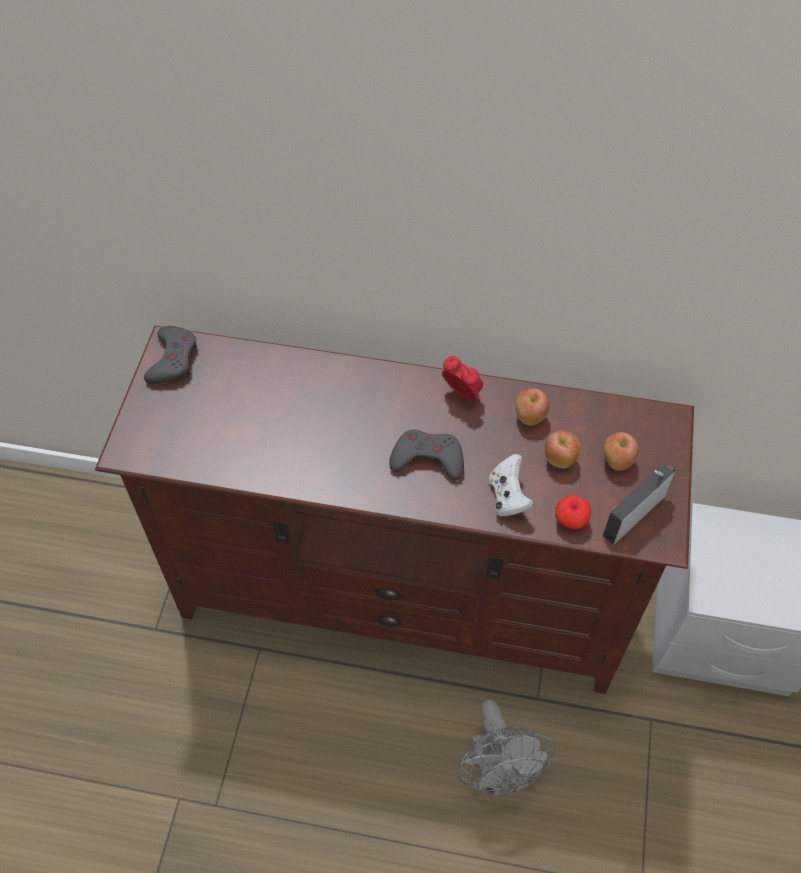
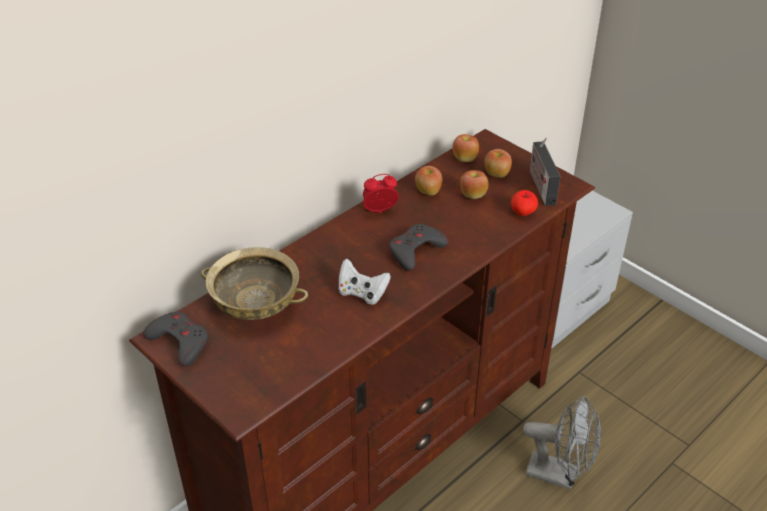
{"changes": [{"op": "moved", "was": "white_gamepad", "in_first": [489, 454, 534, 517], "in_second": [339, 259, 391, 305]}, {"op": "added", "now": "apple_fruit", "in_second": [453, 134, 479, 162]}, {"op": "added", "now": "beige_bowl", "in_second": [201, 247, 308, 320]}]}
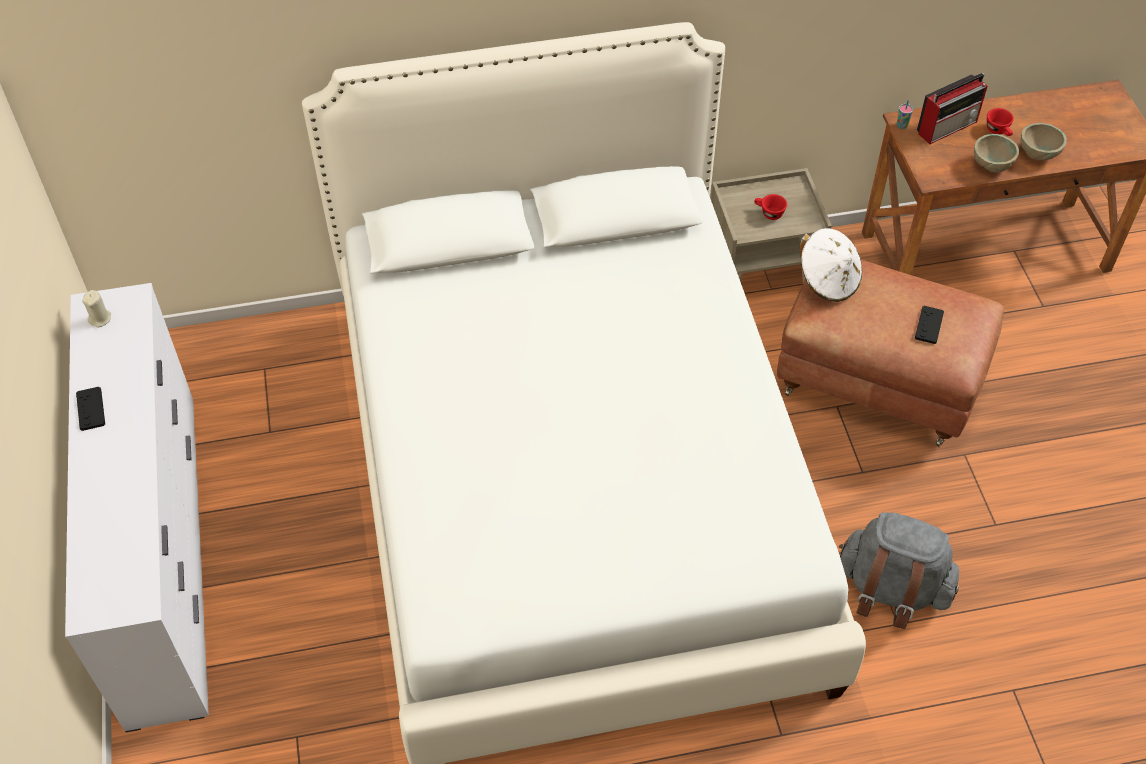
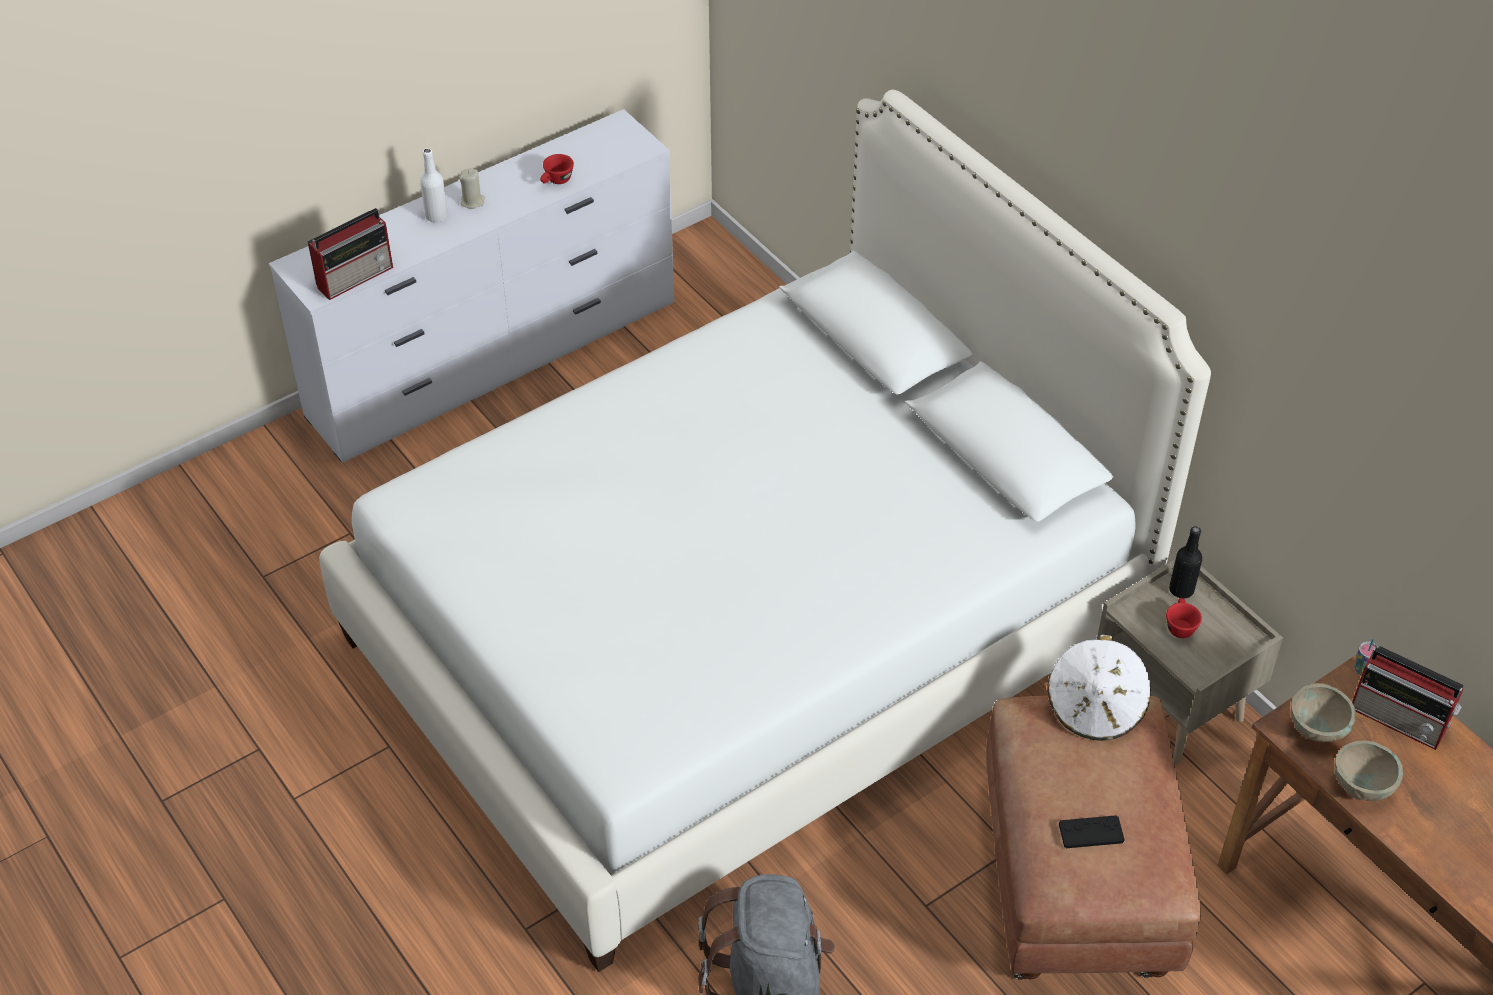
{"changes": [{"op": "moved", "was": "red-coloured_cup", "in_first": [987, 108, 1014, 136], "in_second": [540, 154, 574, 184]}, {"op": "moved", "was": "beige_bowl", "in_first": [1020, 123, 1067, 160], "in_second": [1291, 683, 1356, 742]}, {"op": "moved", "was": "beige_wax_candle", "in_first": [82, 290, 111, 327], "in_second": [459, 168, 485, 209]}, {"op": "removed", "was": "blackish_gamepad", "in_first": [76, 387, 105, 431]}, {"op": "added", "now": "white_beverage_bottle", "in_second": [420, 148, 448, 222]}, {"op": "added", "now": "radio", "in_second": [308, 208, 393, 300]}, {"op": "added", "now": "blackish_beverage_bottle", "in_second": [1169, 526, 1202, 598]}]}
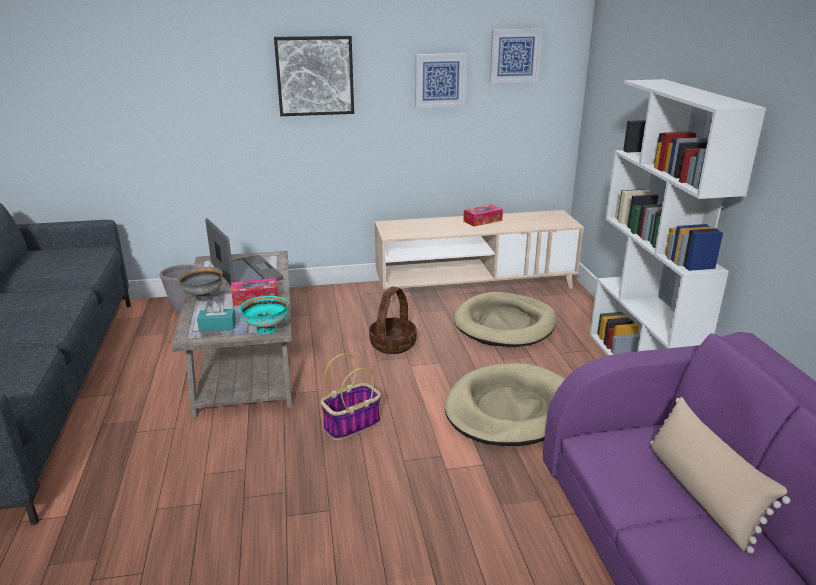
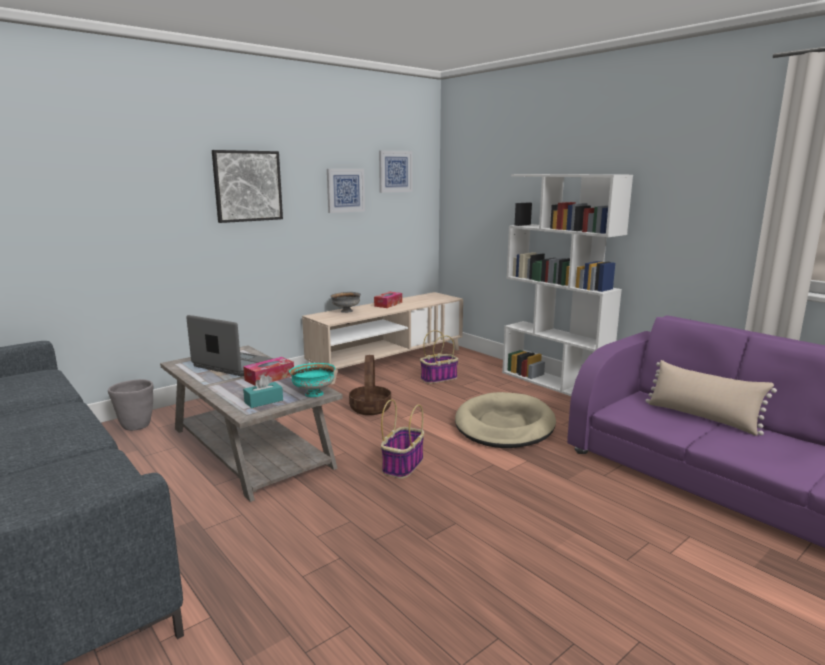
{"changes": [{"op": "moved", "was": "greyish_bowl", "in_first": [177, 267, 223, 301], "in_second": [330, 292, 361, 313]}, {"op": "replaced", "was": "beige_pet_bed", "now": "basket", "in_first": [453, 292, 557, 347], "in_second": [420, 330, 459, 384]}]}
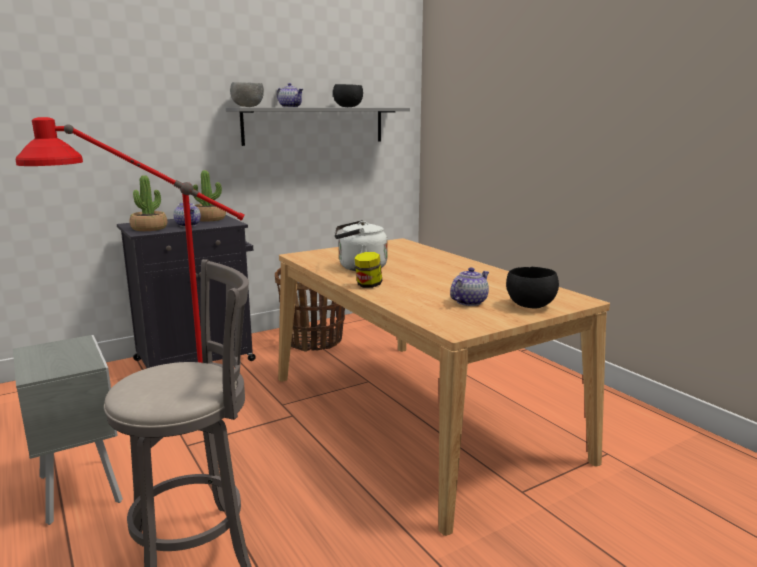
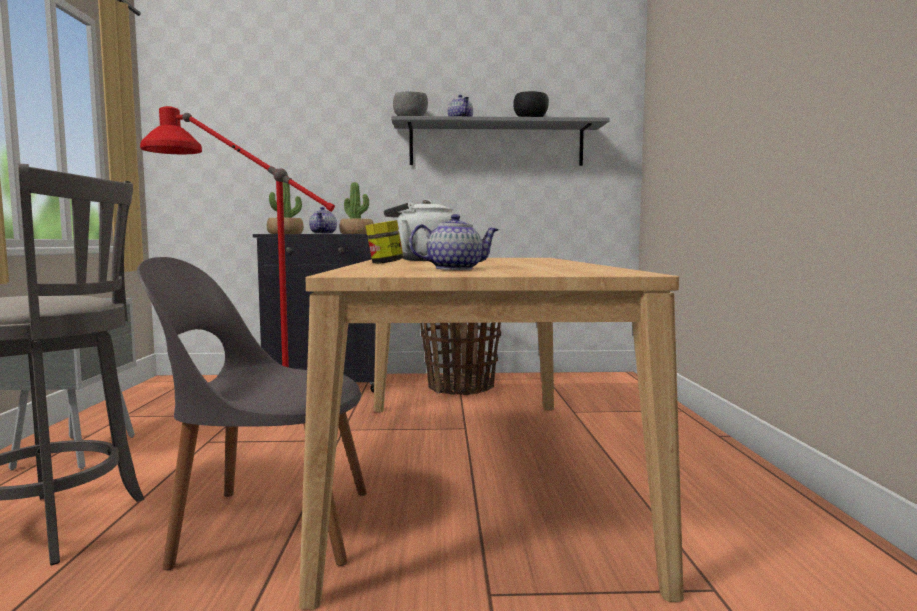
{"changes": [{"op": "removed", "was": "blackish_bowl", "in_first": [506, 267, 559, 309]}, {"op": "added", "now": "greyish_plain_chair", "in_second": [137, 257, 367, 570]}]}
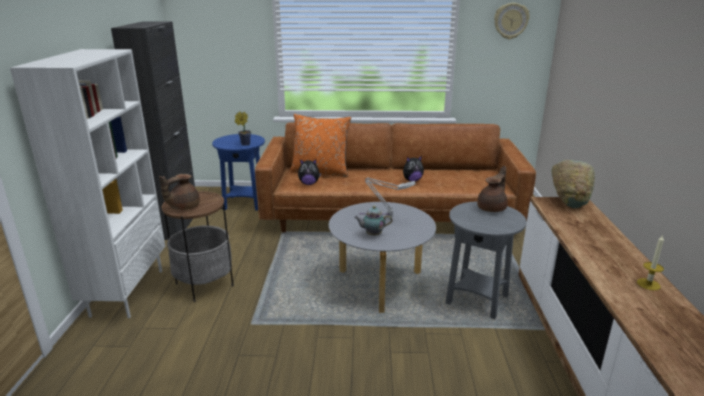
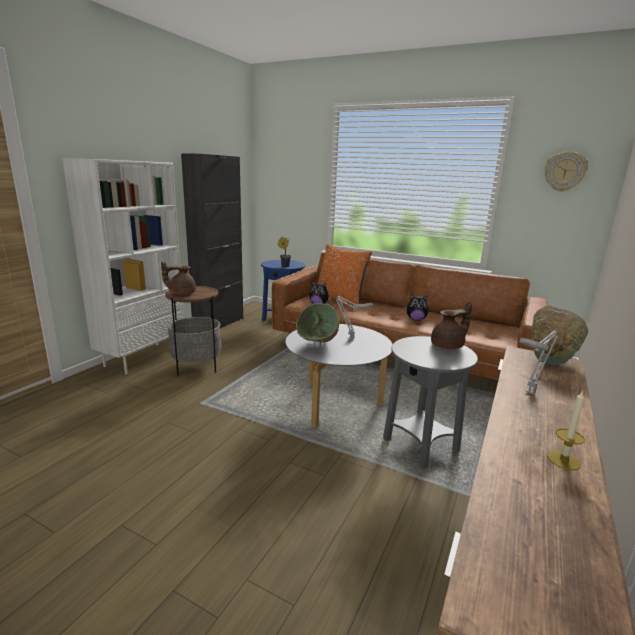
{"changes": [{"op": "replaced", "was": "teapot", "now": "green_bowl", "in_first": [354, 206, 392, 235], "in_second": [296, 303, 339, 343]}, {"op": "added", "now": "greyish_lamp_for_a_table", "in_second": [519, 331, 558, 394]}]}
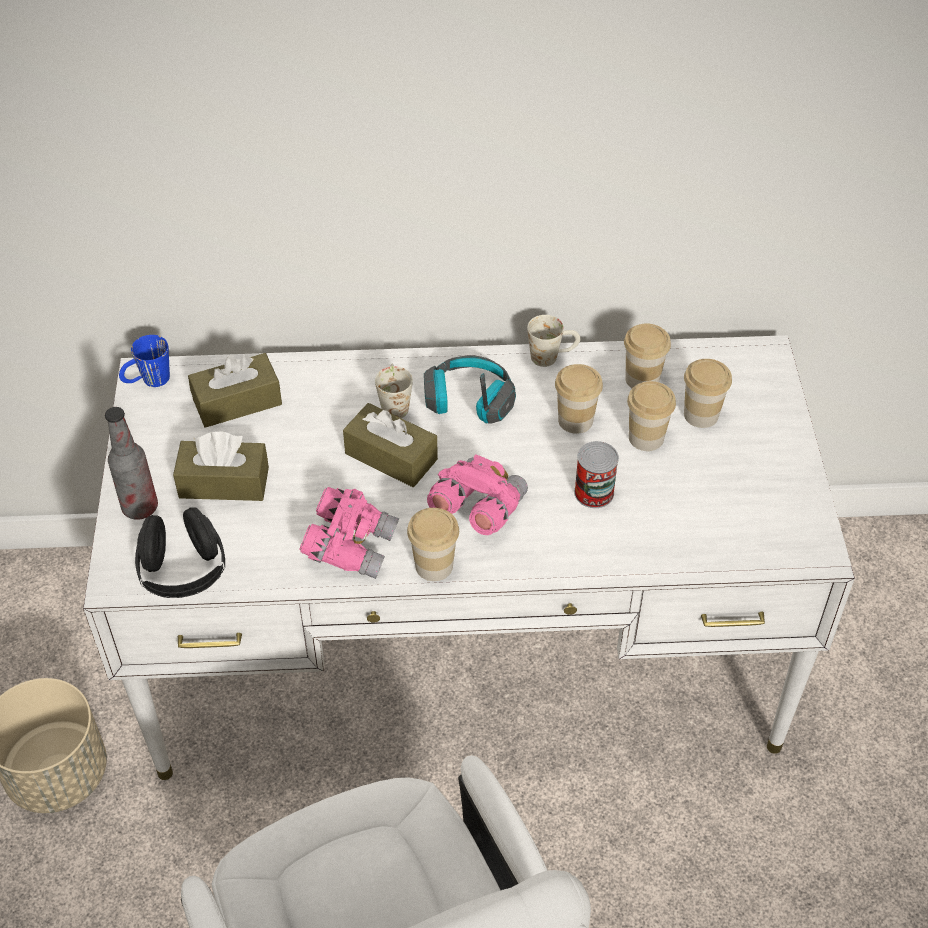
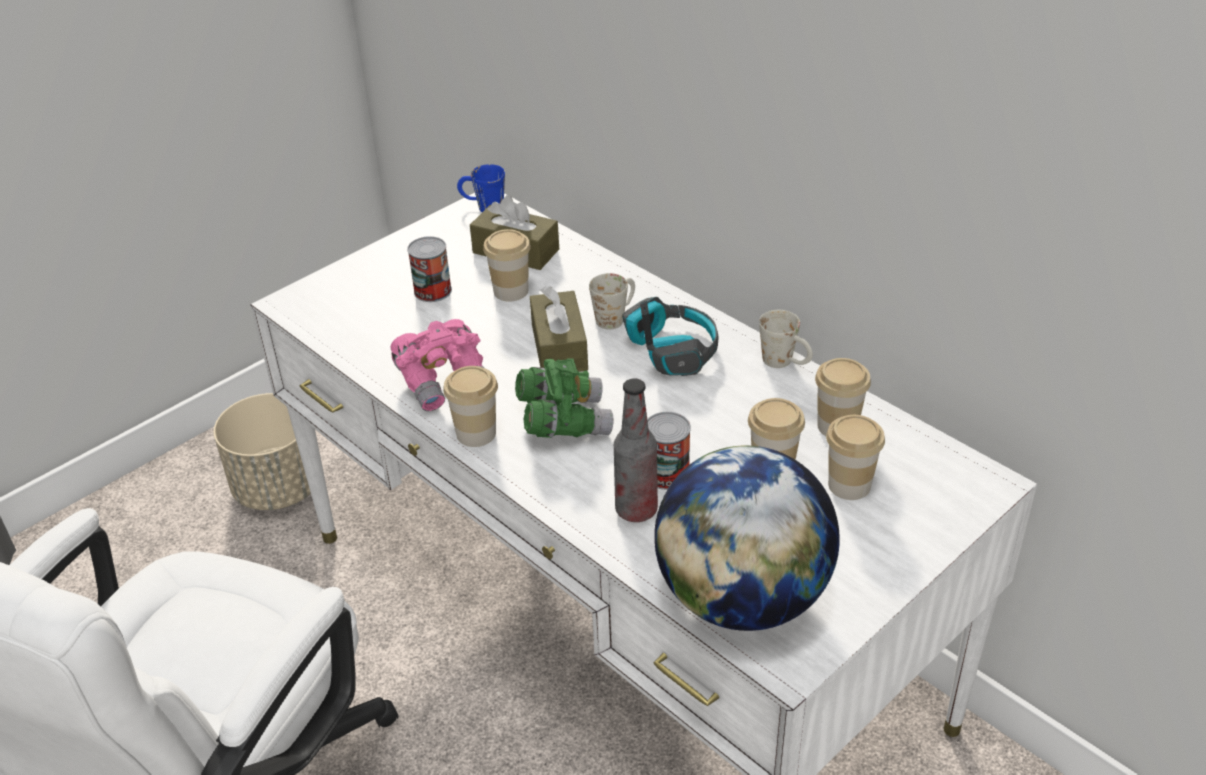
{"changes": [{"op": "moved", "was": "cup", "in_first": [555, 364, 603, 434], "in_second": [483, 229, 531, 302]}, {"op": "moved", "was": "beverage_bottle", "in_first": [105, 407, 158, 520], "in_second": [614, 378, 658, 522]}, {"op": "replaced", "was": "brownish_box_of_tissues", "now": "can", "in_first": [173, 432, 269, 501], "in_second": [407, 236, 452, 302]}, {"op": "recoloured", "was": "pink_binoculars", "now": "green_binoculars", "in_first": [427, 454, 528, 535], "in_second": [515, 358, 613, 438]}, {"op": "removed", "was": "blackish_headphones", "in_first": [135, 507, 225, 598]}, {"op": "added", "now": "desk_globe", "in_second": [654, 446, 840, 631]}]}
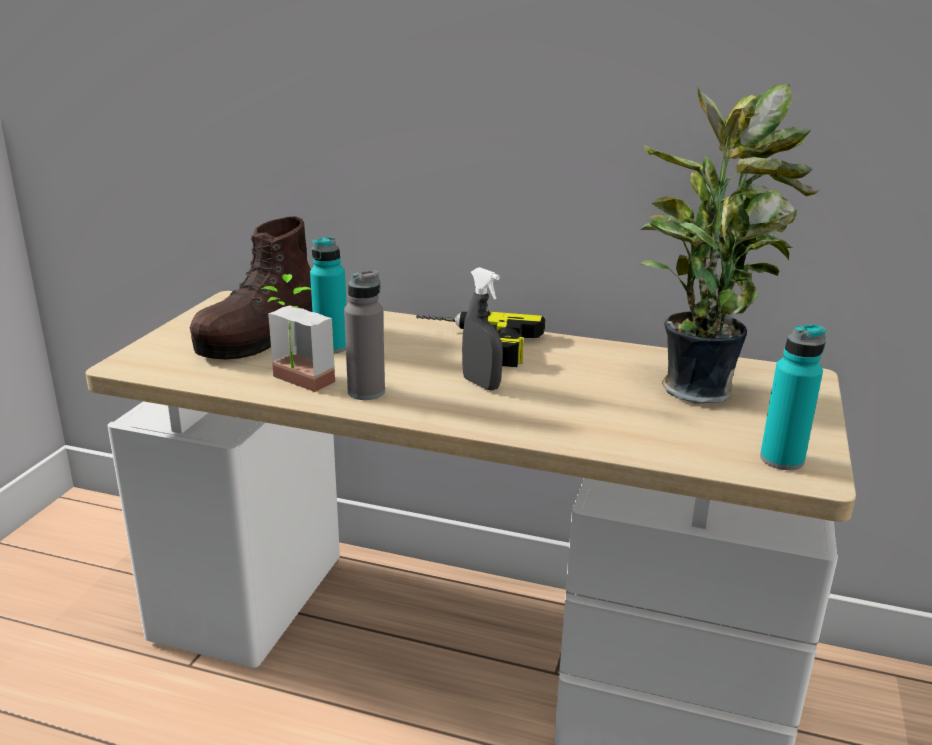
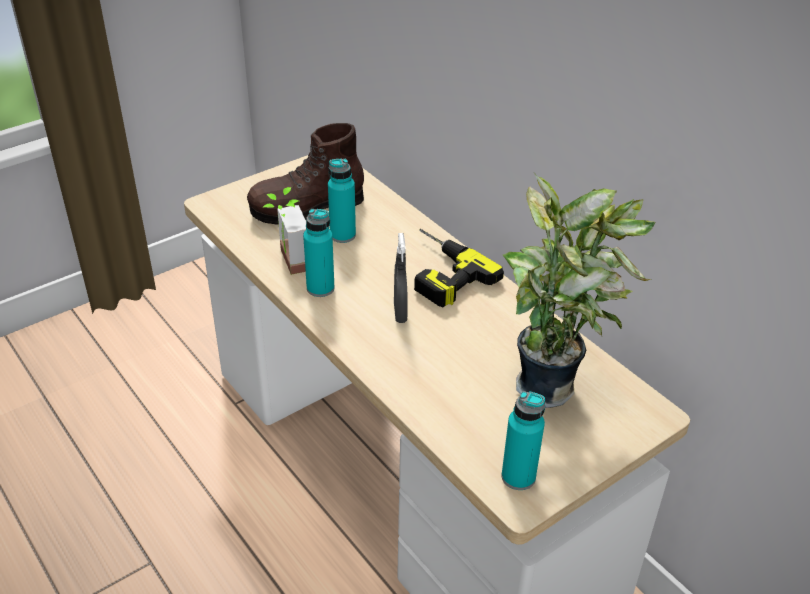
{"changes": [{"op": "recoloured", "was": "greyish_beverage_bottle", "now": "blue-green_beverage_bottle", "in_first": [344, 270, 385, 400], "in_second": [303, 209, 335, 297]}]}
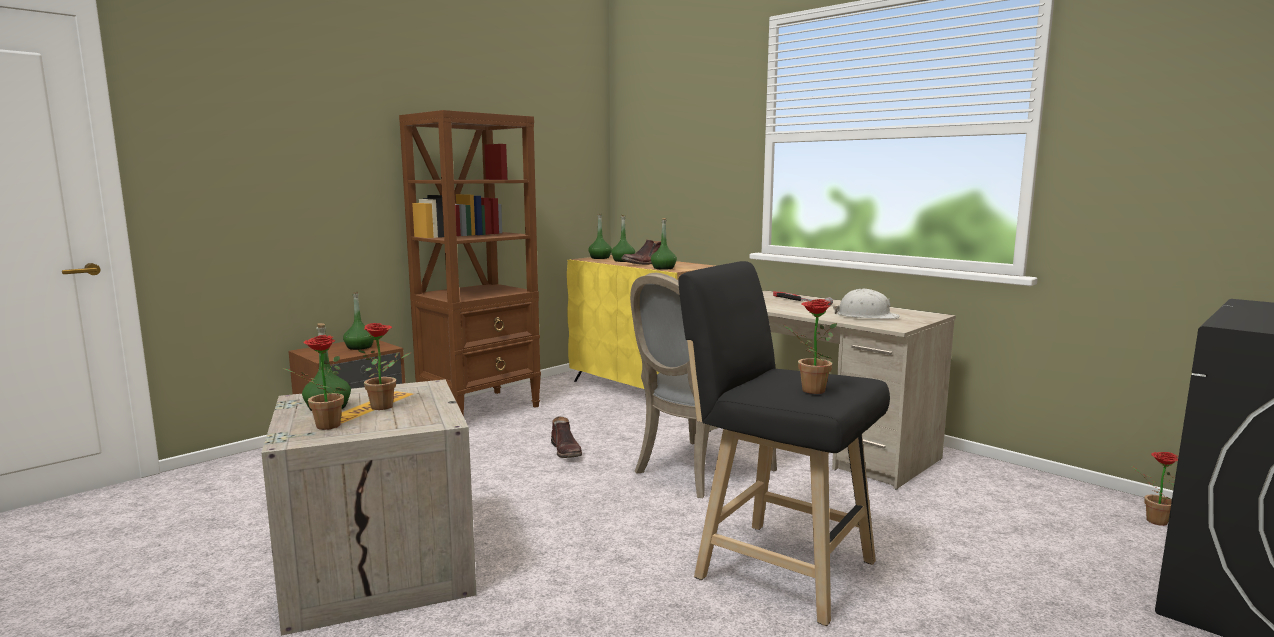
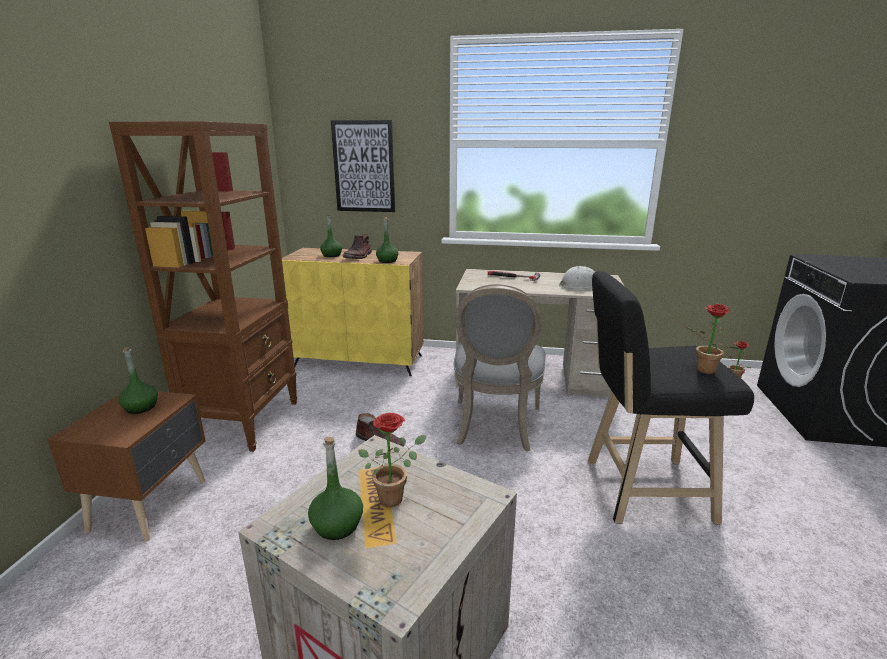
{"changes": [{"op": "removed", "was": "green_beverage_bottle", "in_first": [588, 213, 612, 259]}, {"op": "removed", "was": "plant_in_a_pot", "in_first": [282, 335, 345, 430]}, {"op": "added", "now": "wall_art", "in_second": [331, 120, 395, 212]}]}
